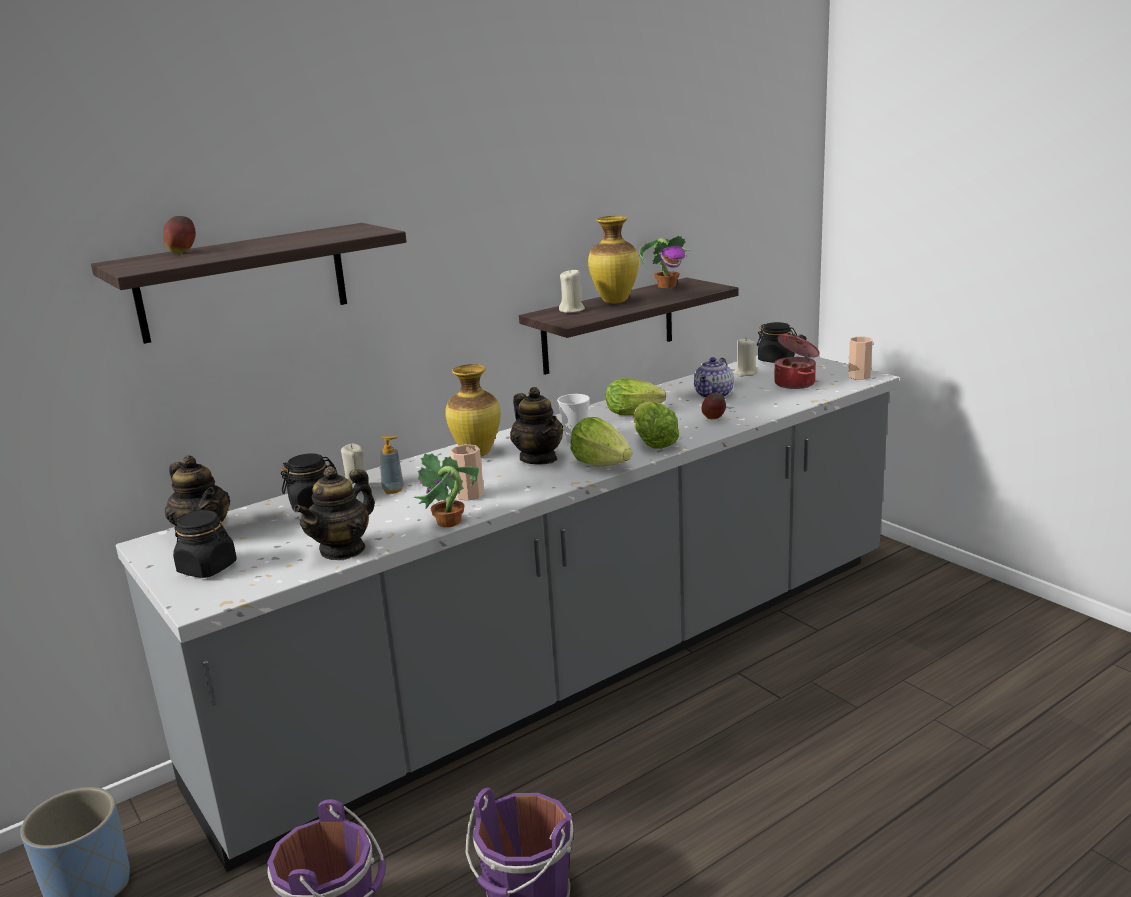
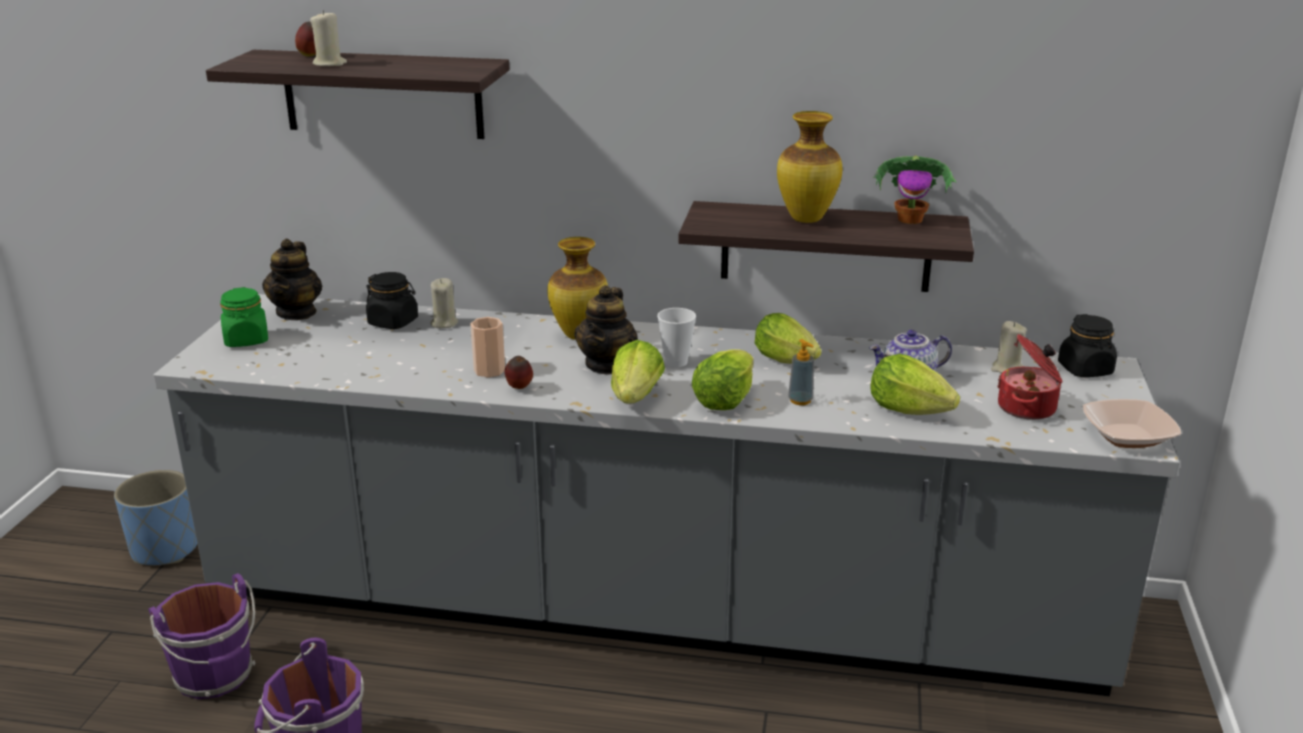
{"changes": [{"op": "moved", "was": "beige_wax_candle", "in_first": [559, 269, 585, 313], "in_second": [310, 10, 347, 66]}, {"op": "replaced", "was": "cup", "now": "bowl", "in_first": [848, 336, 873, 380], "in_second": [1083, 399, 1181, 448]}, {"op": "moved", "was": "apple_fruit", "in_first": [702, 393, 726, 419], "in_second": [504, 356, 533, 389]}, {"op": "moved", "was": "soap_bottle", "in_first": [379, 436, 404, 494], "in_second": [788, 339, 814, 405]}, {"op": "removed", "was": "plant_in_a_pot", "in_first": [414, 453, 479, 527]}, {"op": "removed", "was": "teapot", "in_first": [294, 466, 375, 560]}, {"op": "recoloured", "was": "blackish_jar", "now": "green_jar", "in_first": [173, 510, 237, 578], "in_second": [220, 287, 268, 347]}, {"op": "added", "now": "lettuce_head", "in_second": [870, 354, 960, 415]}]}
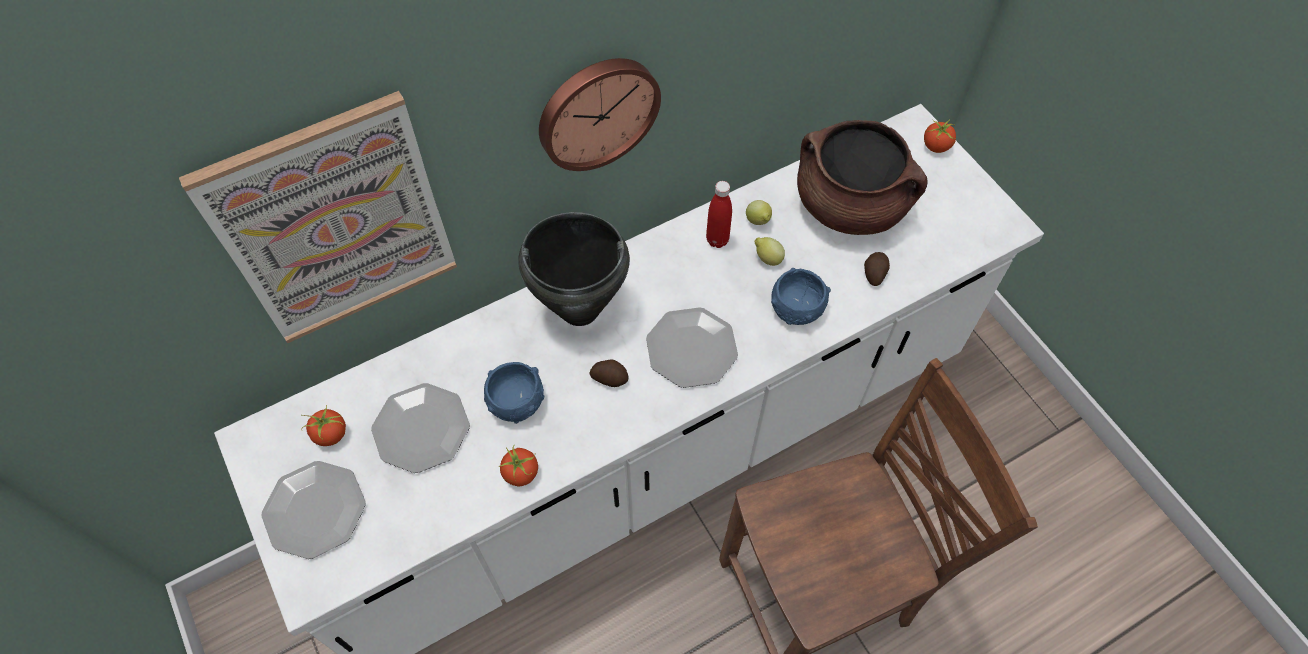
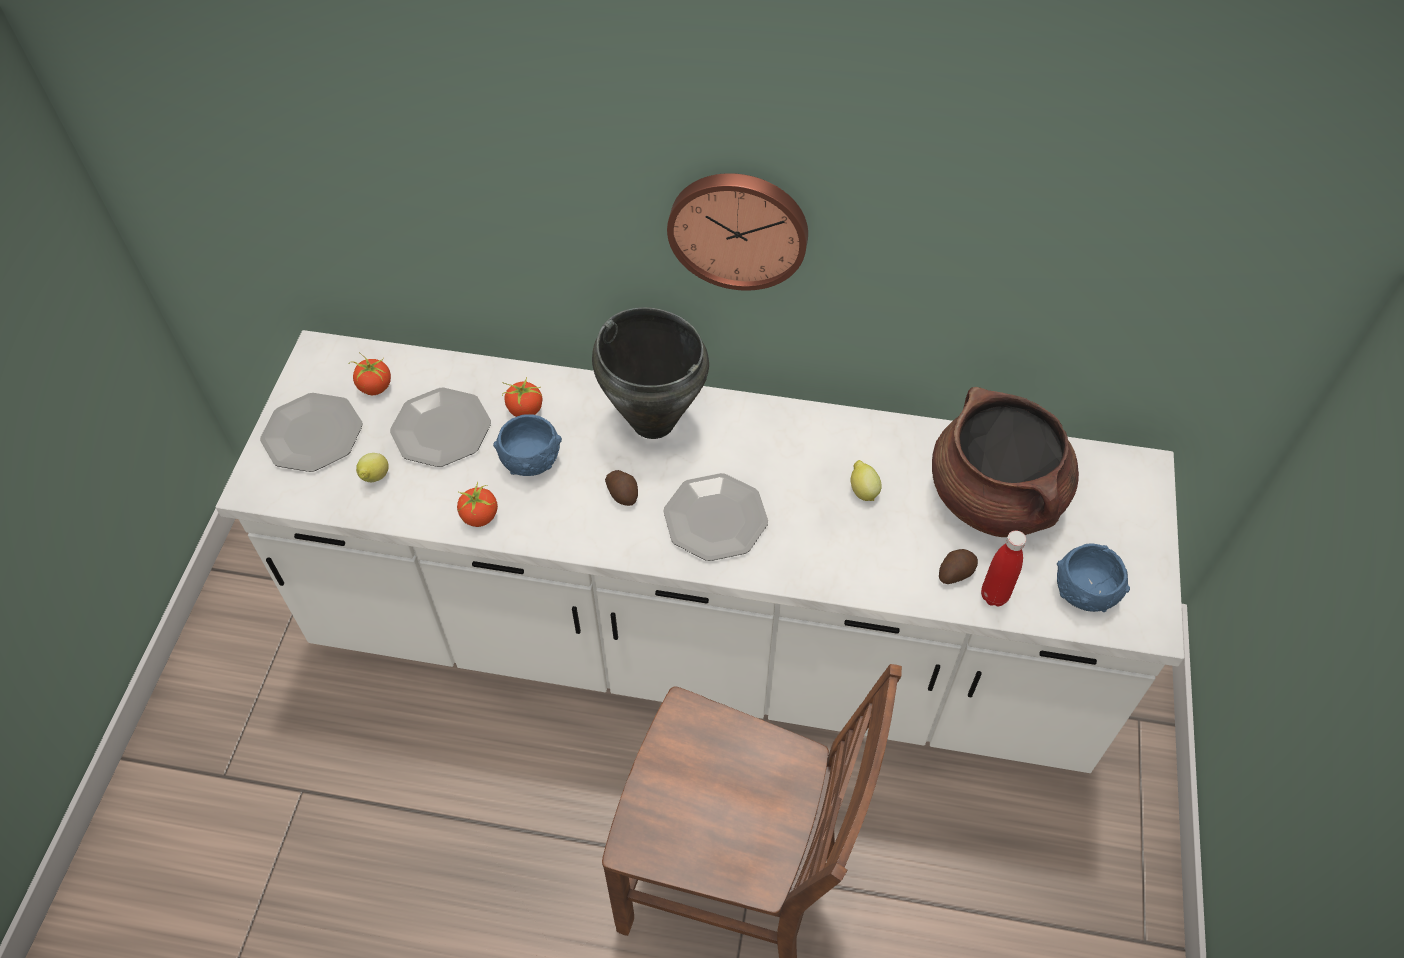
{"changes": [{"op": "removed", "was": "wall_art", "in_first": [179, 91, 457, 343]}, {"op": "moved", "was": "tomato", "in_first": [924, 119, 956, 153], "in_second": [502, 377, 542, 417]}, {"op": "moved", "was": "red-coloured_beverage_bottle", "in_first": [706, 181, 732, 248], "in_second": [981, 531, 1026, 607]}, {"op": "moved", "was": "citrus_fruit", "in_first": [746, 200, 772, 225], "in_second": [356, 453, 389, 482]}, {"op": "moved", "was": "bluish_bowl", "in_first": [771, 268, 831, 325], "in_second": [1057, 544, 1130, 612]}]}
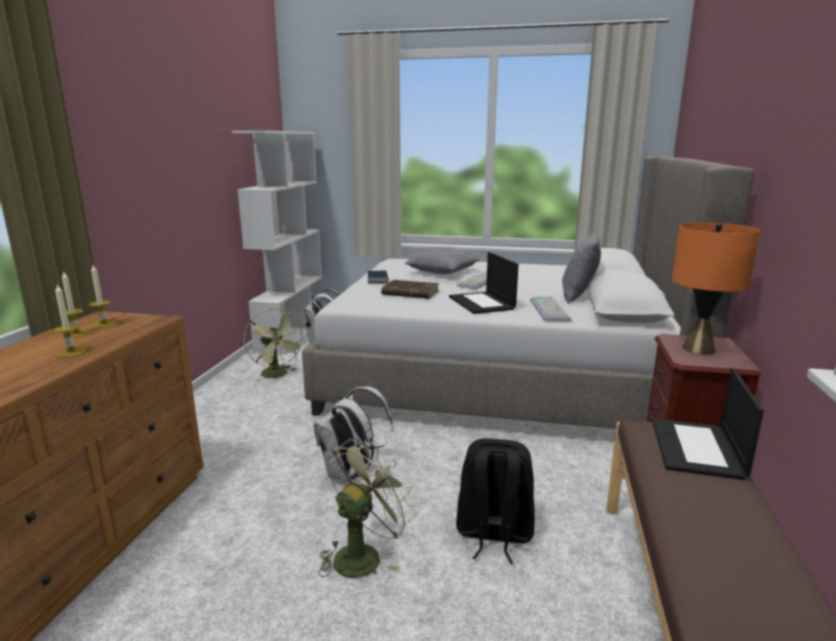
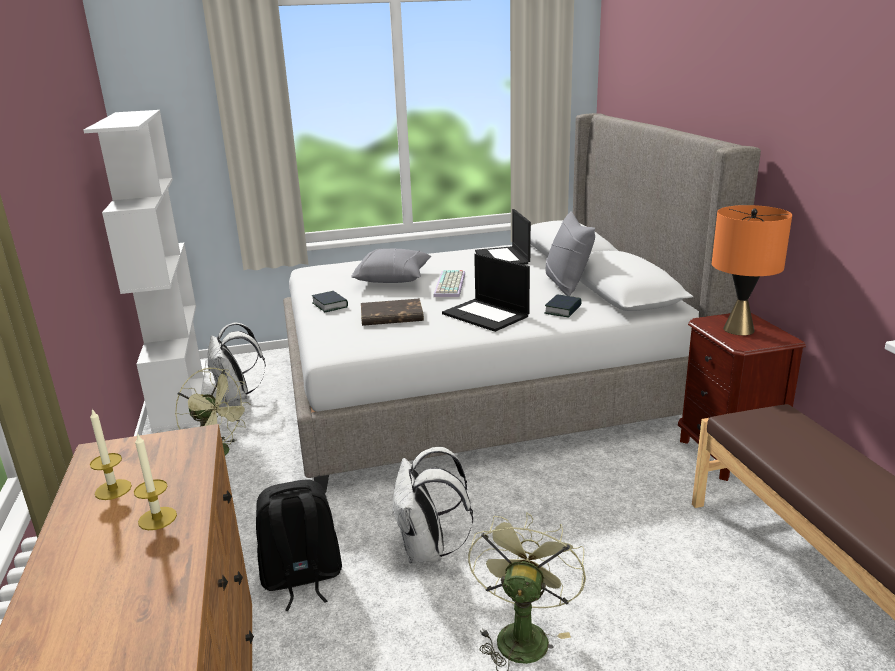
{"changes": [{"op": "removed", "was": "wax_candle", "in_first": [89, 265, 117, 328]}, {"op": "replaced", "was": "computer_keyboard", "now": "bound_book", "in_first": [530, 296, 571, 321], "in_second": [544, 294, 582, 318]}, {"op": "moved", "was": "laptop", "in_first": [652, 368, 764, 480], "in_second": [475, 209, 531, 265]}, {"op": "moved", "was": "blackish_backpack", "in_first": [456, 438, 535, 564], "in_second": [256, 479, 342, 611]}]}
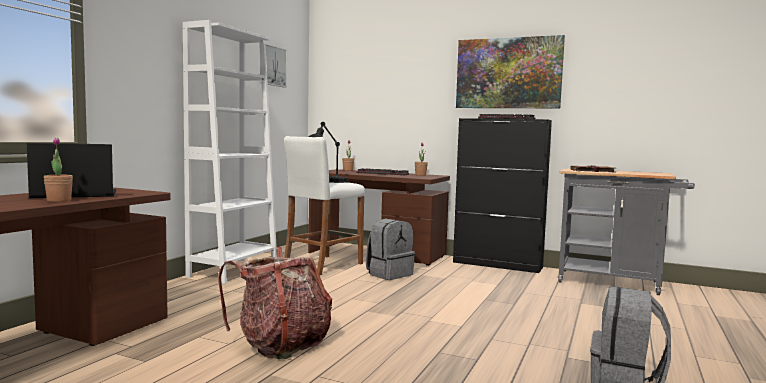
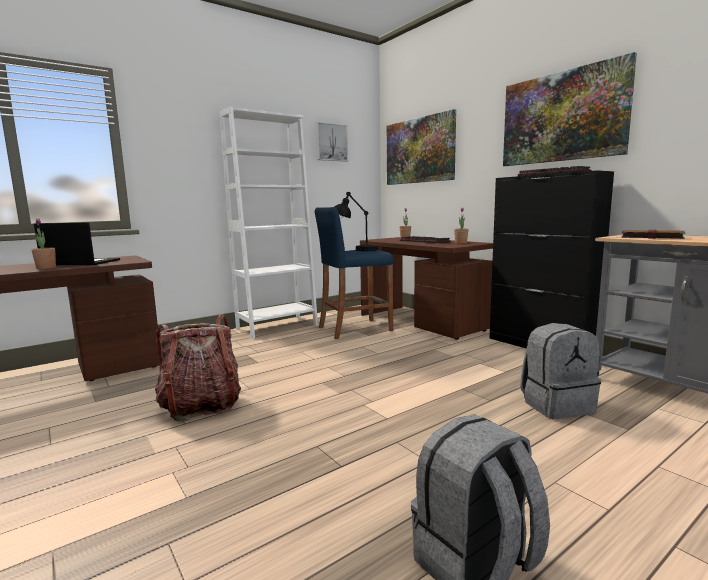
{"changes": [{"op": "recoloured", "was": "white_stool_seat", "now": "bluish_stool_seat", "in_first": [284, 136, 365, 275], "in_second": [315, 207, 393, 339]}, {"op": "moved", "was": "greyish_backpack", "in_first": [366, 219, 415, 280], "in_second": [520, 323, 601, 419]}, {"op": "added", "now": "wall_art", "in_second": [387, 109, 456, 185]}]}
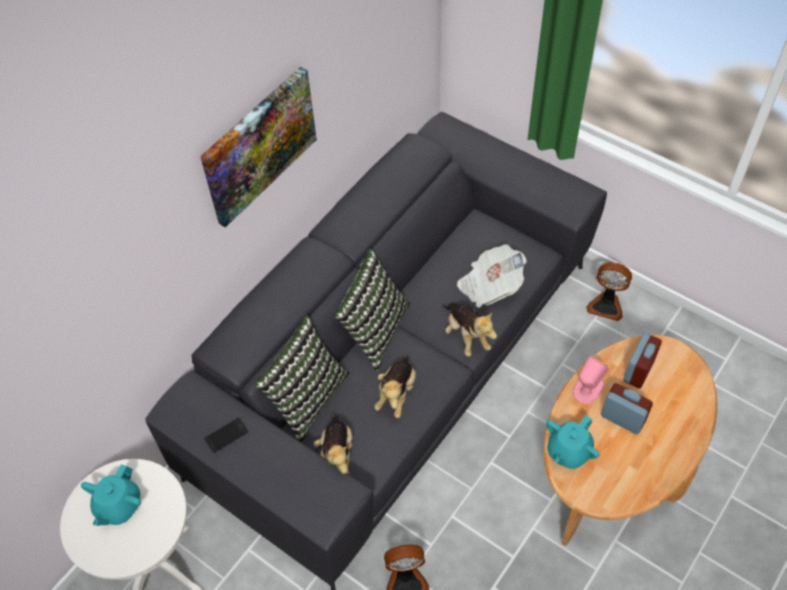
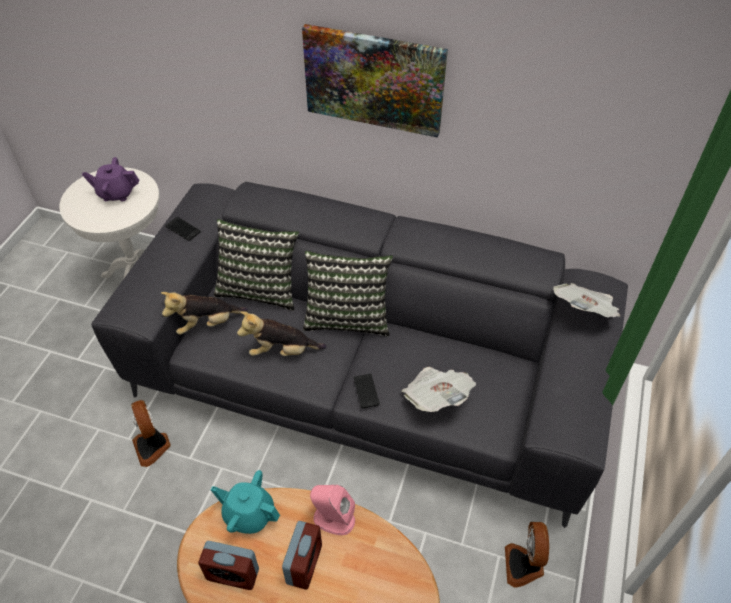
{"changes": [{"op": "replaced", "was": "plush_toy", "now": "phone", "in_first": [442, 303, 497, 356], "in_second": [354, 374, 380, 408]}, {"op": "moved", "was": "alarm_clock", "in_first": [623, 333, 662, 389], "in_second": [198, 541, 259, 590]}, {"op": "recoloured", "was": "blue-green_teapot", "now": "purplish_teapot", "in_first": [81, 464, 141, 526], "in_second": [82, 157, 139, 201]}, {"op": "added", "now": "newspaper", "in_second": [553, 283, 621, 318]}]}
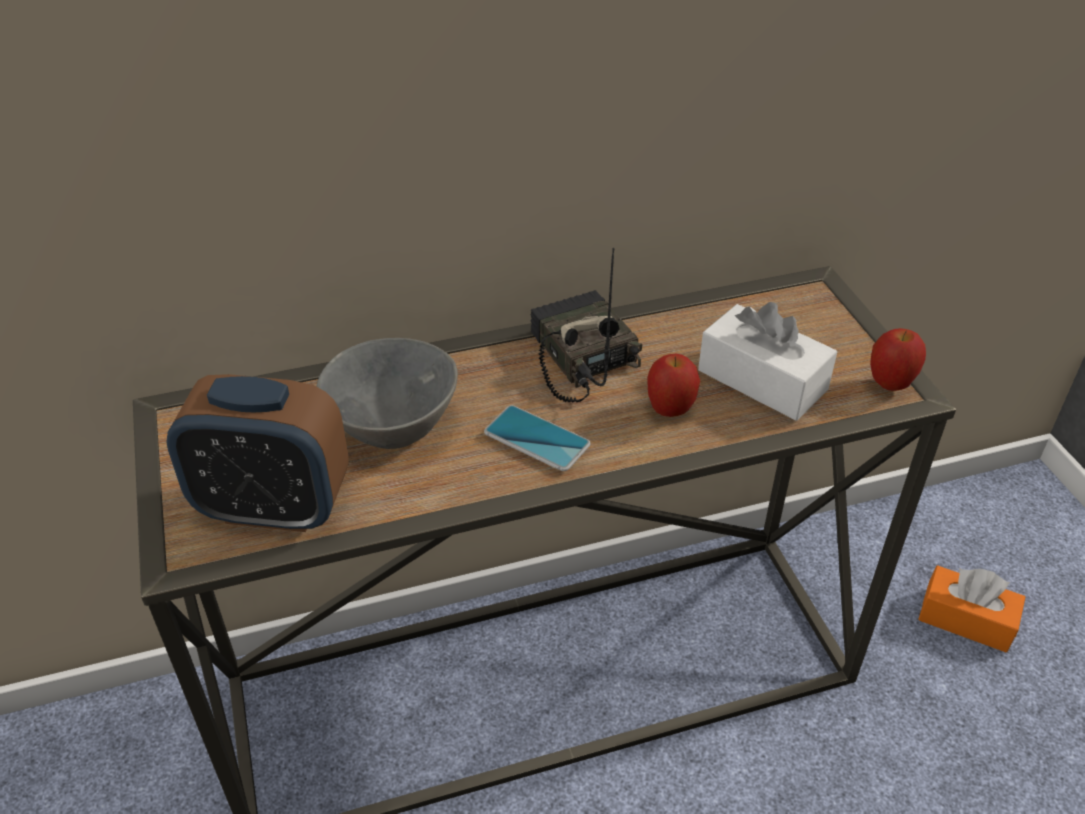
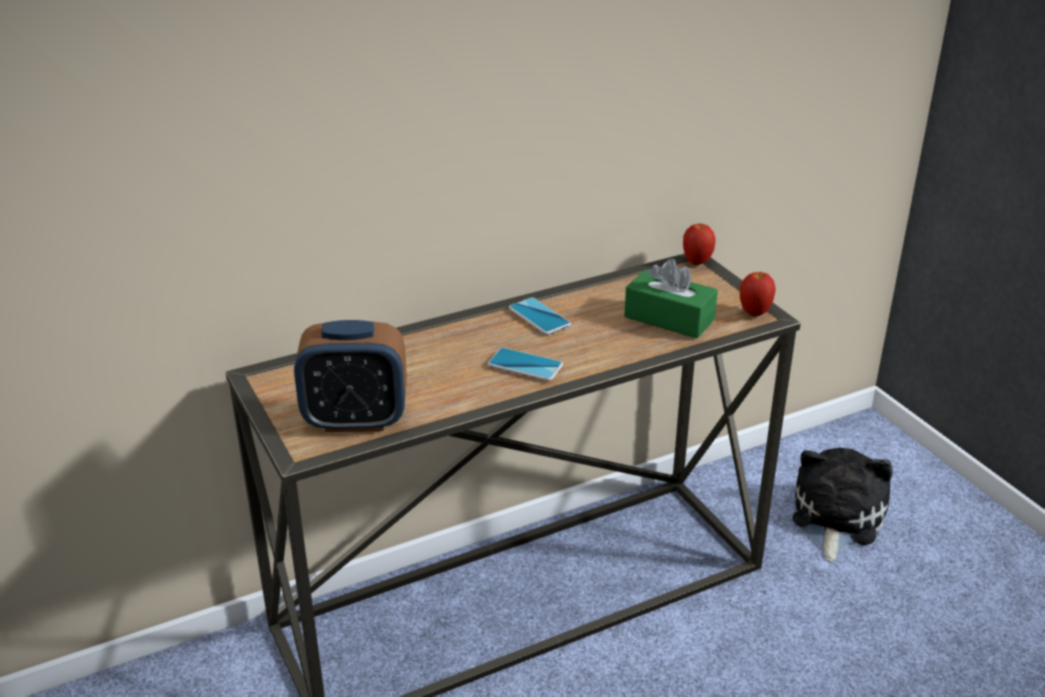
{"changes": [{"op": "replaced", "was": "radio", "now": "phone", "in_first": [531, 248, 642, 403], "in_second": [509, 297, 571, 335]}, {"op": "recoloured", "was": "white_box_of_tissues", "now": "green_box_of_tissues", "in_first": [698, 302, 837, 421], "in_second": [624, 259, 718, 338]}, {"op": "removed", "was": "greyish_bowl", "in_first": [316, 338, 458, 449]}, {"op": "moved", "was": "apple_fruit", "in_first": [648, 354, 700, 417], "in_second": [683, 223, 716, 265]}, {"op": "replaced", "was": "orangey_box_of_tissues", "now": "plush_toy", "in_first": [918, 566, 1026, 652], "in_second": [792, 448, 893, 562]}]}
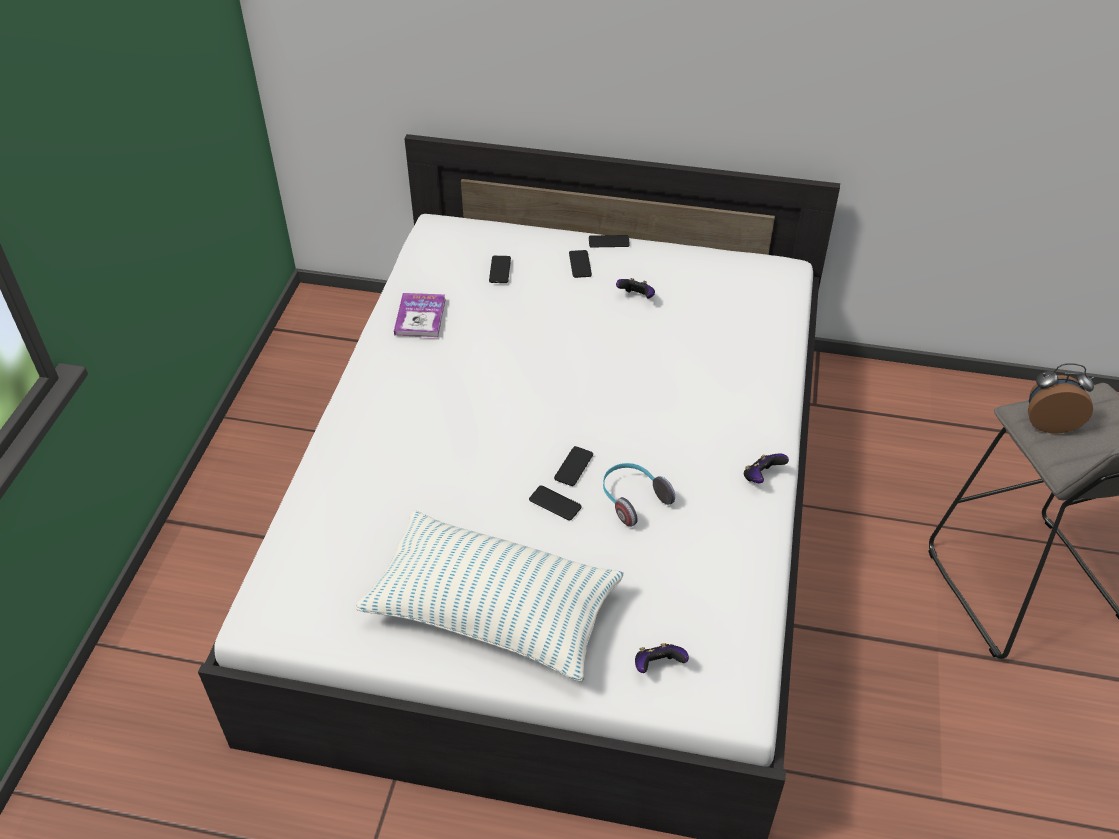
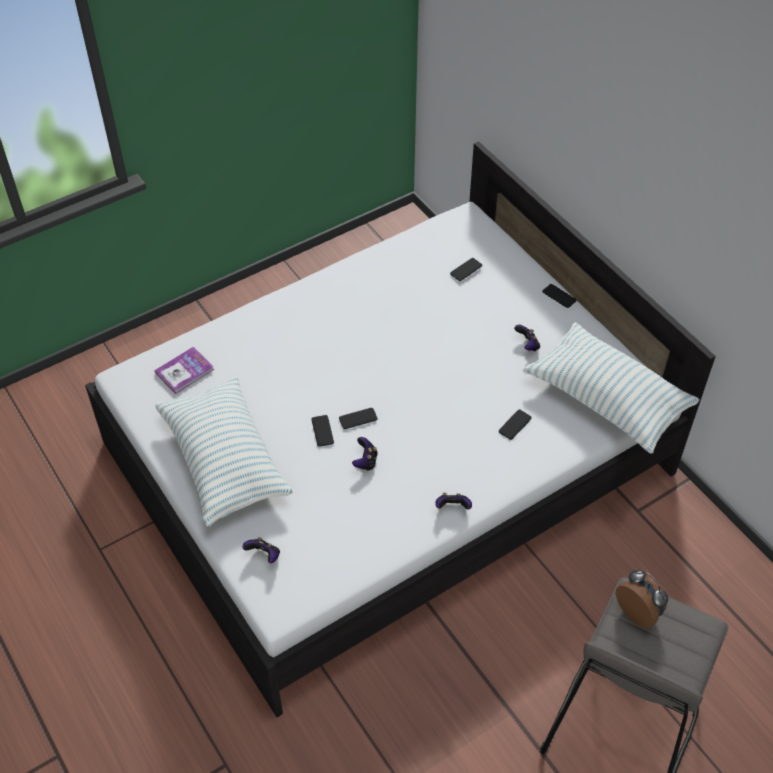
{"changes": [{"op": "moved", "was": "phone", "in_first": [569, 250, 592, 278], "in_second": [499, 409, 532, 440]}, {"op": "moved", "was": "bound_book", "in_first": [394, 293, 446, 337], "in_second": [154, 347, 214, 394]}, {"op": "replaced", "was": "headphones", "now": "gamepad", "in_first": [603, 463, 675, 527], "in_second": [352, 437, 378, 471]}, {"op": "added", "now": "throw_pillow", "in_second": [524, 322, 700, 454]}]}
